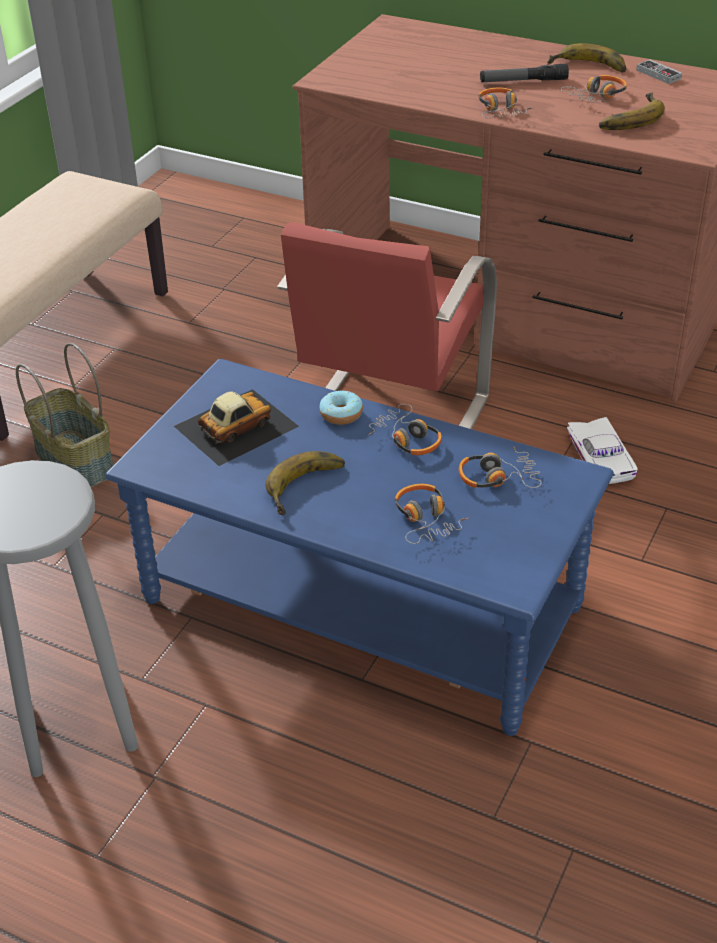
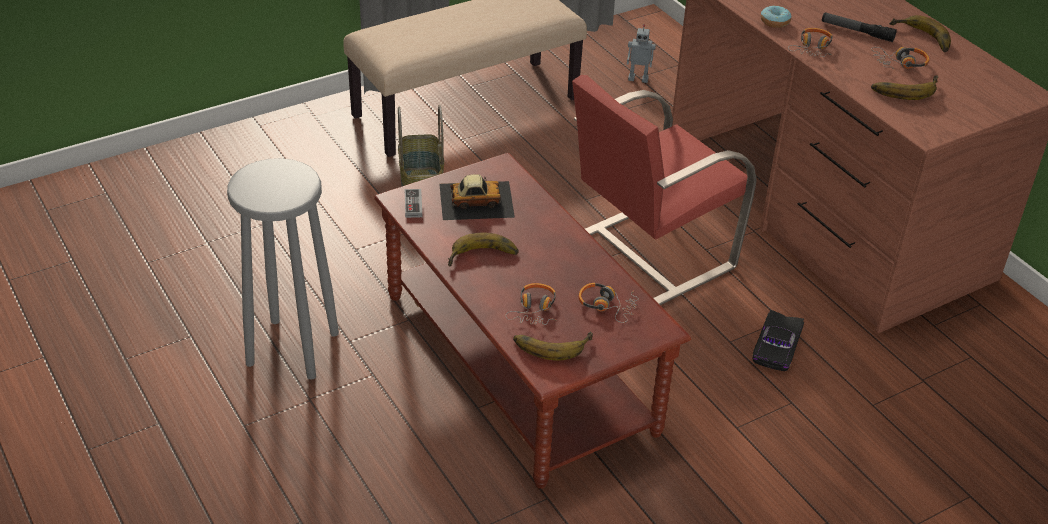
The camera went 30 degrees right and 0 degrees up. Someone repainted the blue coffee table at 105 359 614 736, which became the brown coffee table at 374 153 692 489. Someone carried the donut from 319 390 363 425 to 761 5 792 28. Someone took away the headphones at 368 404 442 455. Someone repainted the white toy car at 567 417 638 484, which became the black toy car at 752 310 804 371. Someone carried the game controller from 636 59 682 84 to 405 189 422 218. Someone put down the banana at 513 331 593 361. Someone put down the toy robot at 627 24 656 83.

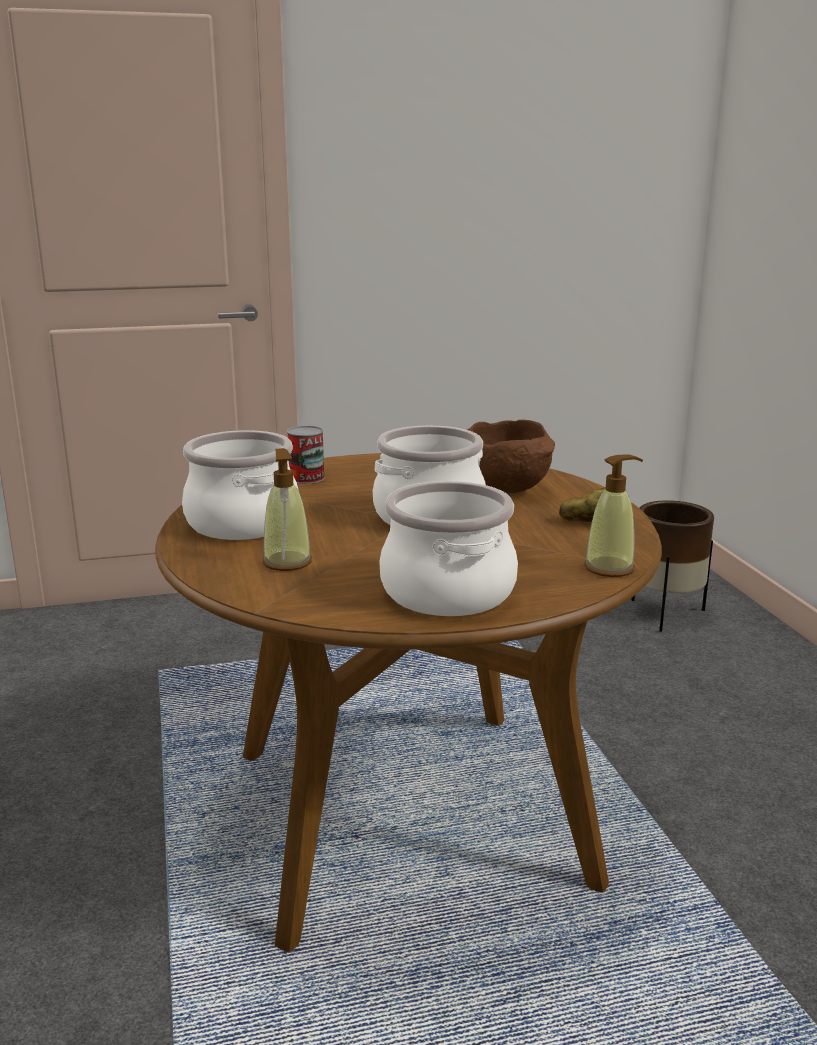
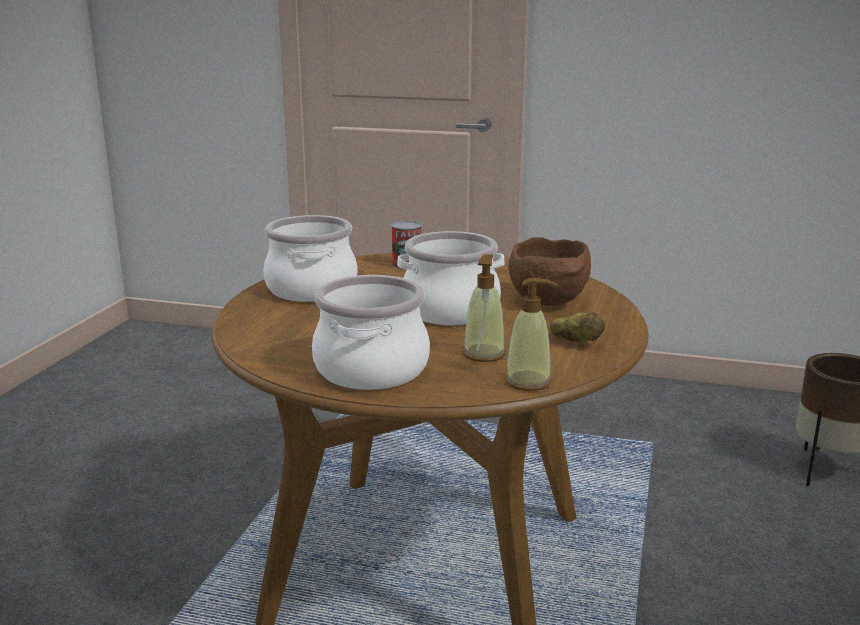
The camera went 30 degrees right and 0 degrees up. Someone carried the soap dispenser from 263 448 312 571 to 463 254 506 362.

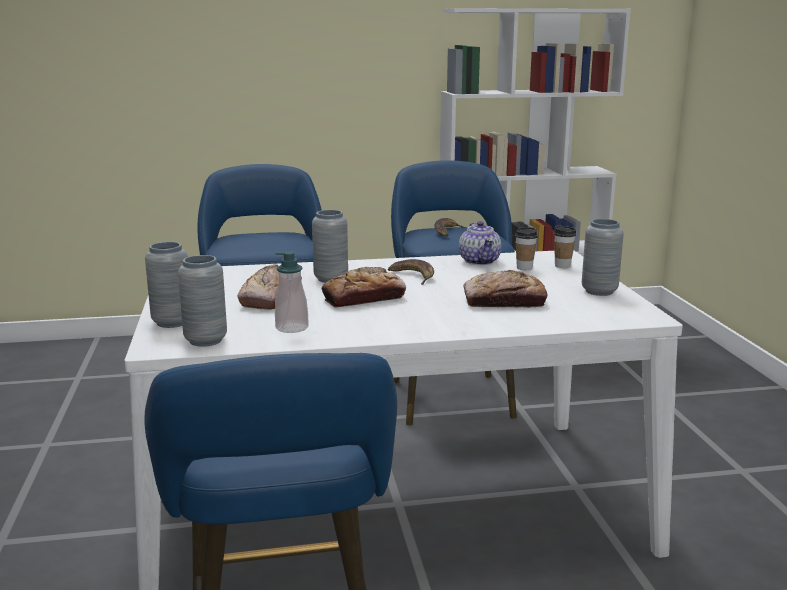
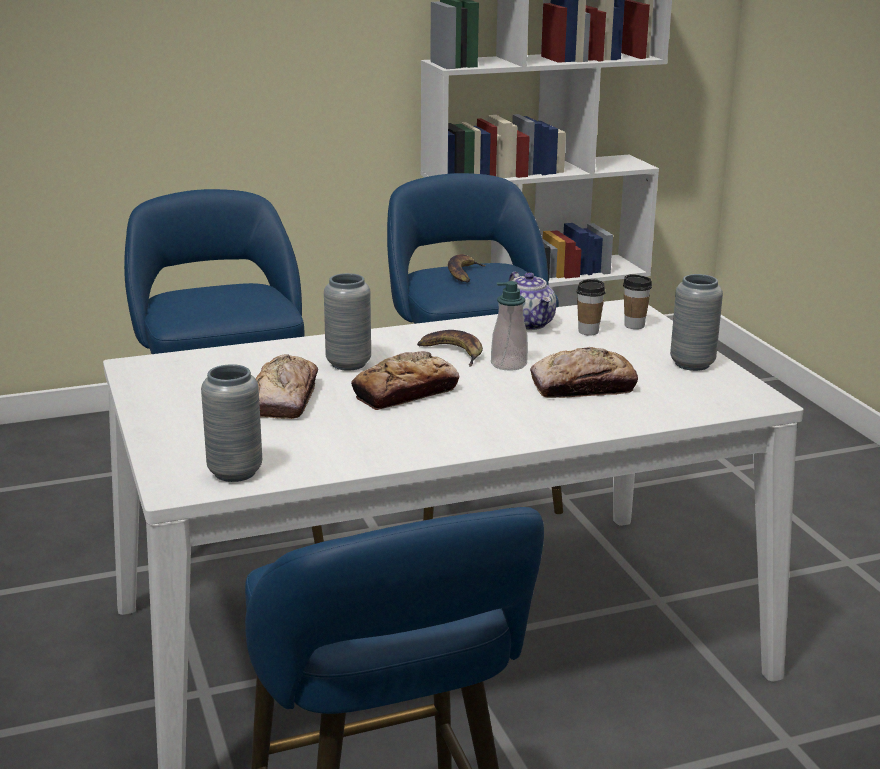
The camera went 10 degrees left and 5 degrees up. Someone took away the grey vase at 145 242 188 328. Someone carried the soap dispenser from 275 251 309 333 to 491 281 528 371.

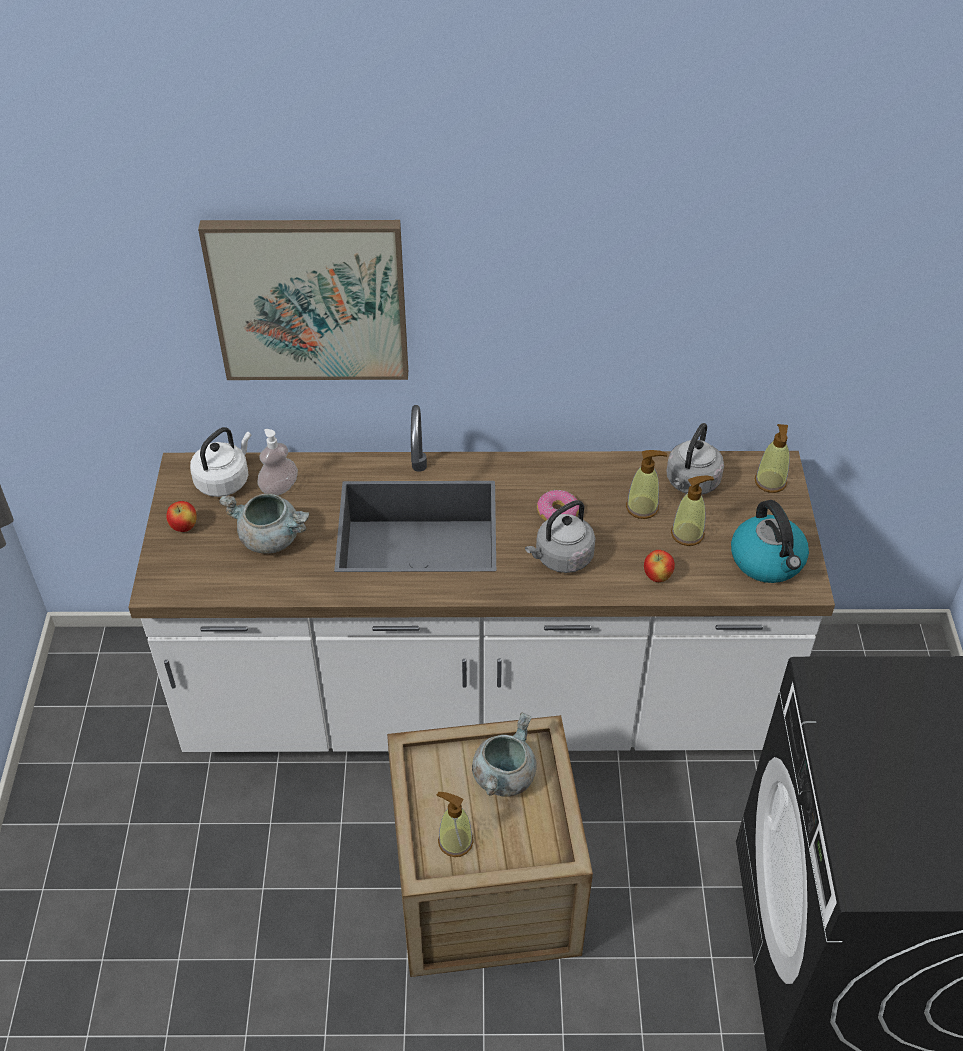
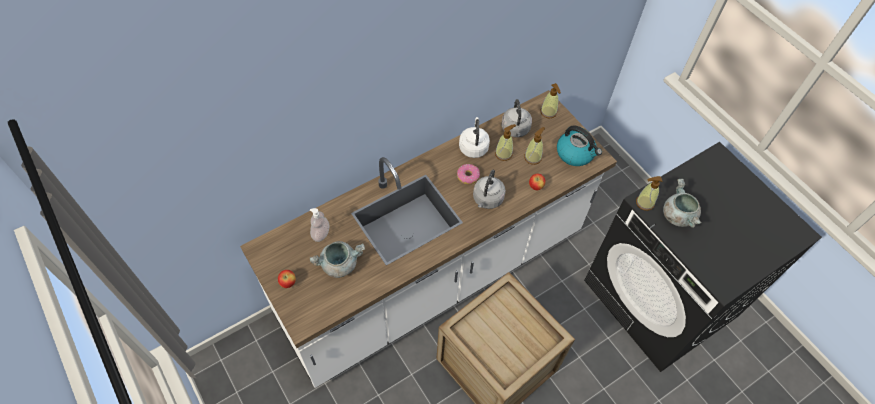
The camera went 35 degrees left and 10 degrees up. Someone carried the white kettle from 190 427 251 497 to 459 117 490 158. Someone took away the picture at 198 220 408 380. Someone carried the soap dispenser from 437 792 473 857 to 636 176 663 211. Someone carried the grey cooking pot from 472 712 536 797 to 663 179 702 228.

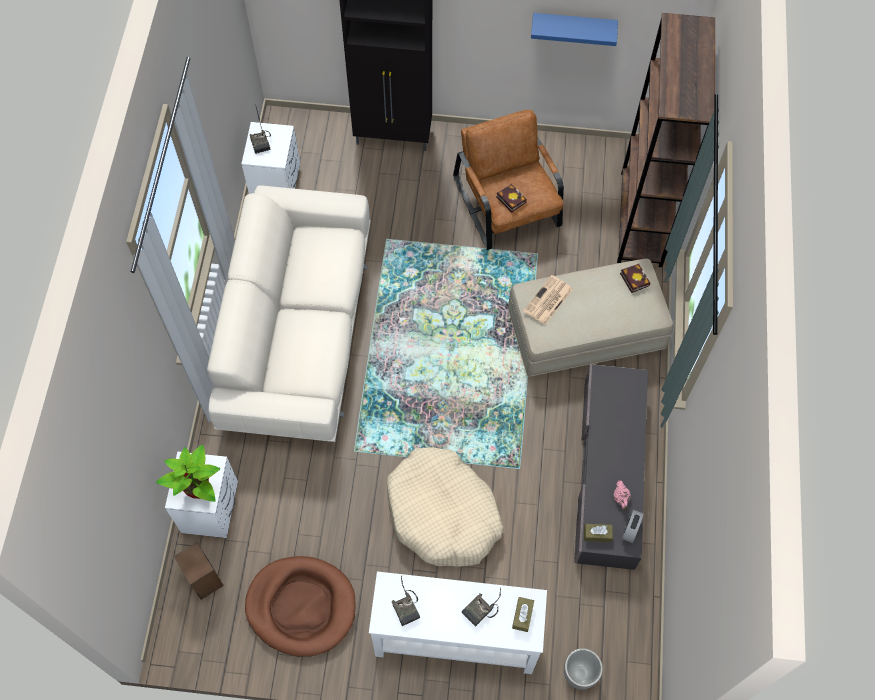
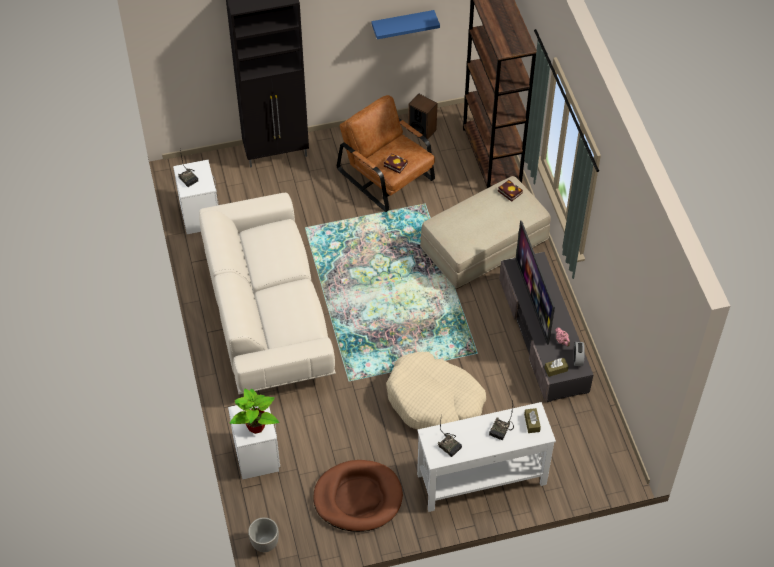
The camera went 20 degrees left and 10 degrees down. Someone carried the speaker from 174 542 224 600 to 408 93 438 139. Someone took away the newspaper at 523 275 573 325. Someone carried the planter from 564 648 603 690 to 248 517 279 552. Someone put down the television at 515 220 555 345.

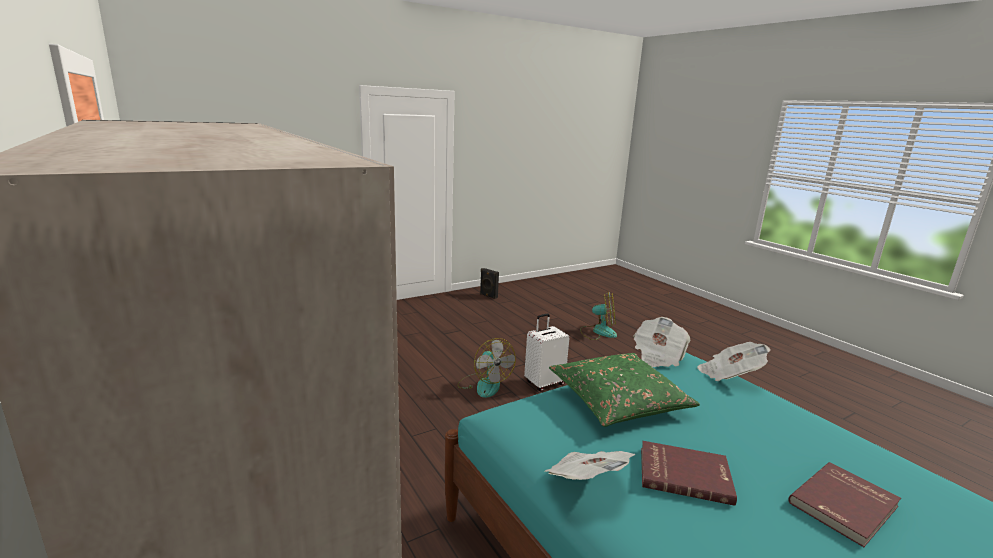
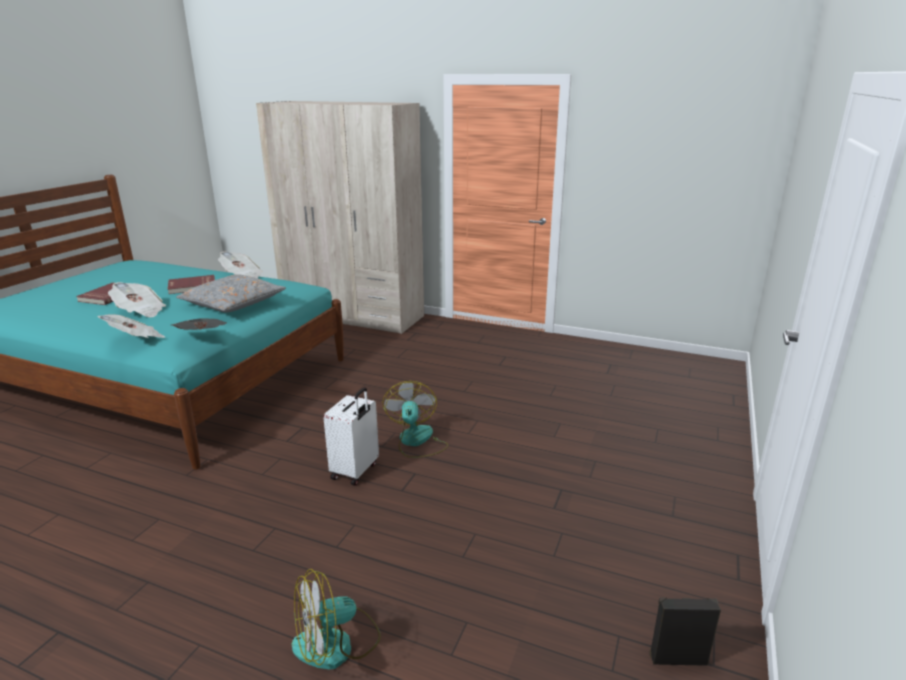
The camera went 145 degrees right and 5 degrees up. Someone rotated the fan at 457 338 516 398 by 60 degrees clockwise. Someone repainted the green pillow at 549 353 700 427, which became the grey pillow at 176 274 286 313. Someone put down the newspaper at 108 282 166 317.

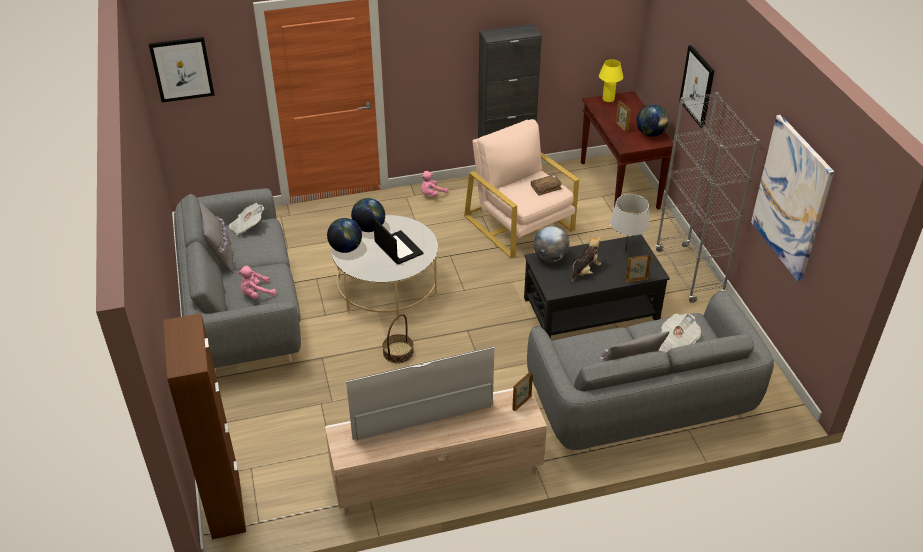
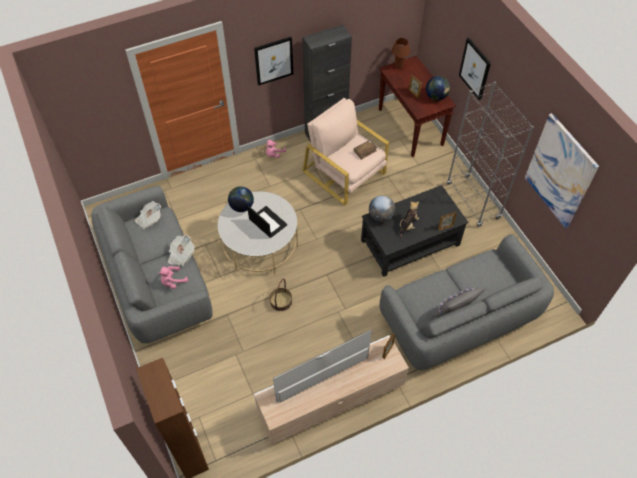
The camera went 10 degrees left and 15 degrees up. Someone carried the picture from 149 37 215 103 to 254 37 293 86. Someone took away the grey pillow at 199 202 234 274. Someone took away the globe at 327 218 362 253. Someone repainted the yellow table lamp at 599 59 623 102, which became the brown table lamp at 392 38 410 69. Someone took away the grey table lamp at 610 194 650 248. Someone carried the newspaper from 659 314 701 352 to 168 235 195 266.

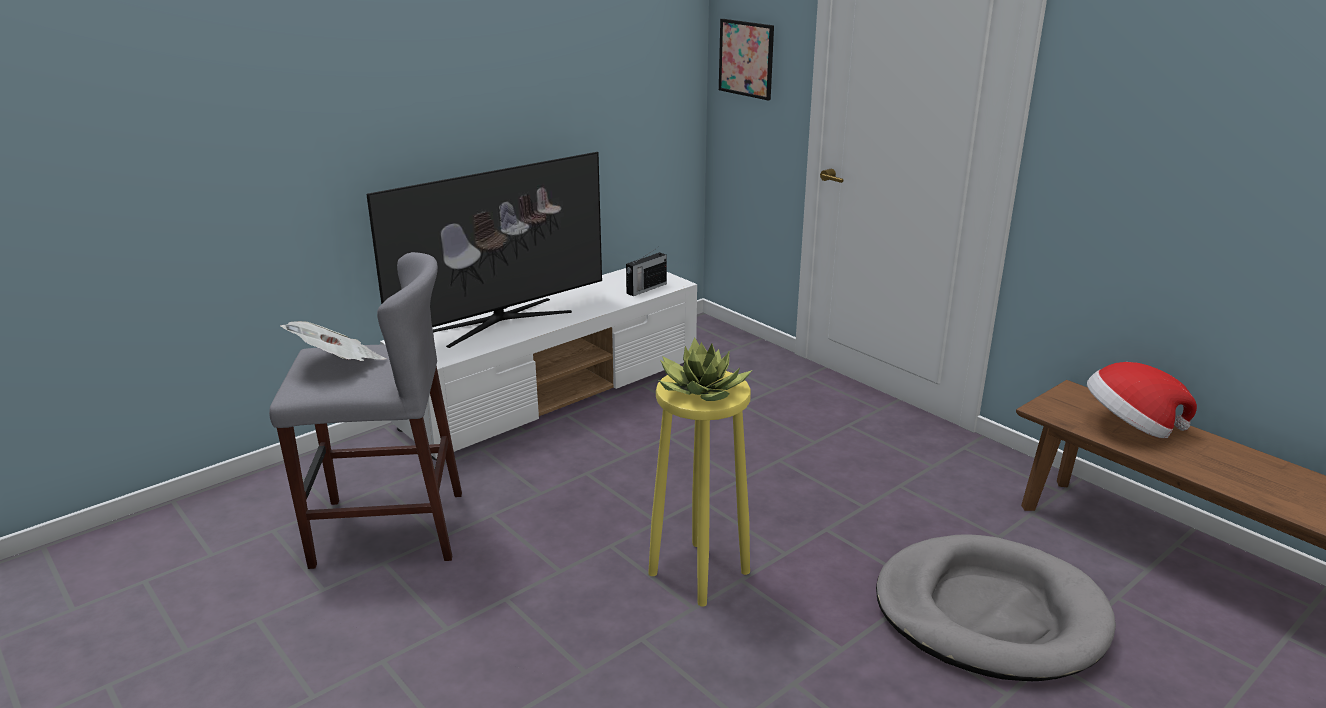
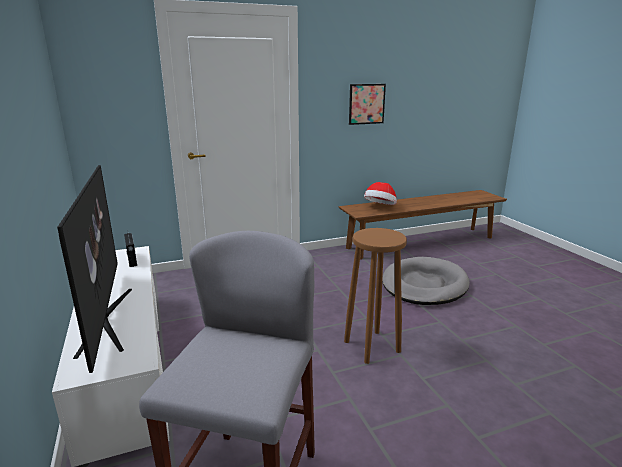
The camera went 70 degrees left and 5 degrees down. Someone took away the newspaper at 280 321 387 361. Someone repainted the yellow stool at 648 371 751 607, which became the brown stool at 344 228 407 364. Someone took away the potted plant at 659 337 752 401. Someone carried the picture from 719 19 774 100 to 349 84 386 125.

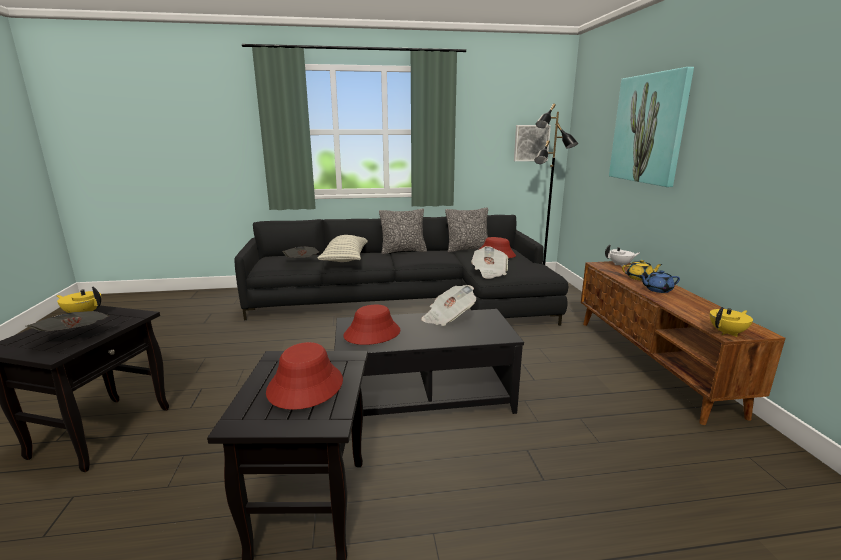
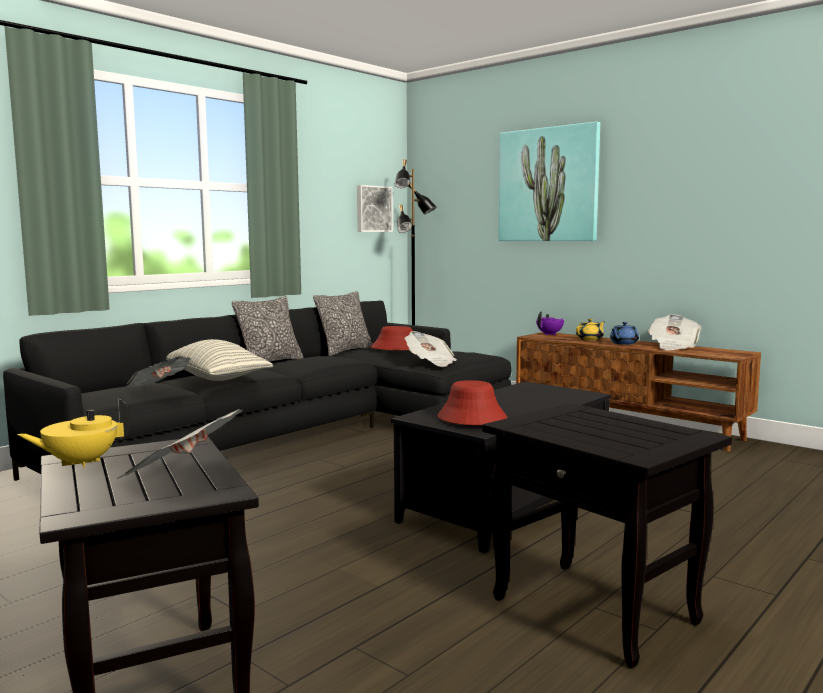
The camera went 40 degrees left and 10 degrees down. Someone took away the red hat at 266 342 343 410. Someone carried the newspaper from 421 285 476 326 to 648 314 701 351. Someone repainted the white teapot at 605 245 639 266, which became the purple teapot at 536 311 564 335. Someone took away the yellow teapot at 710 307 753 337.

